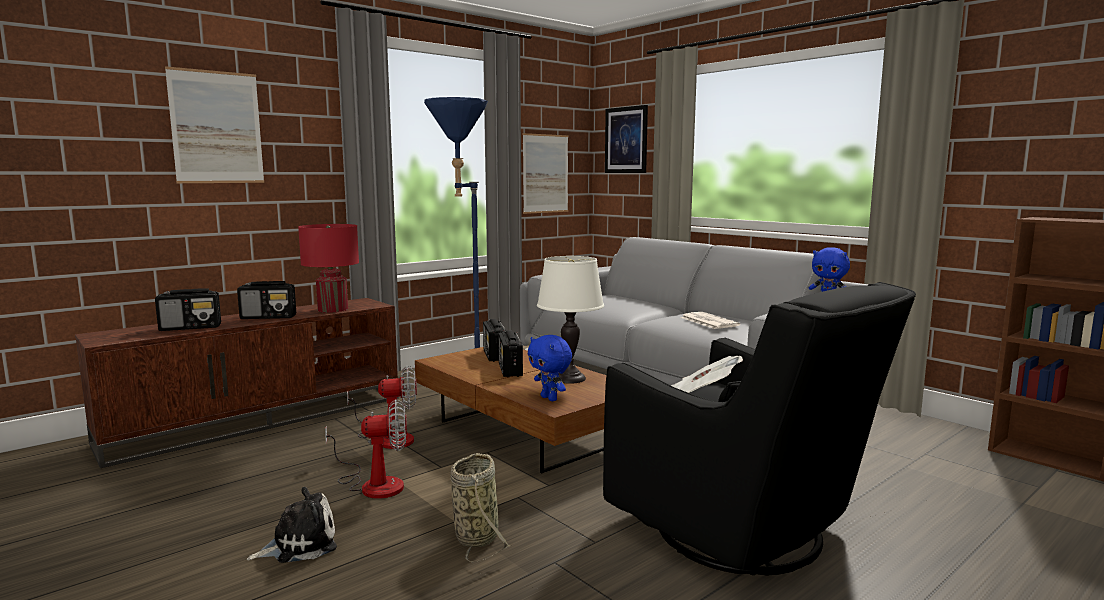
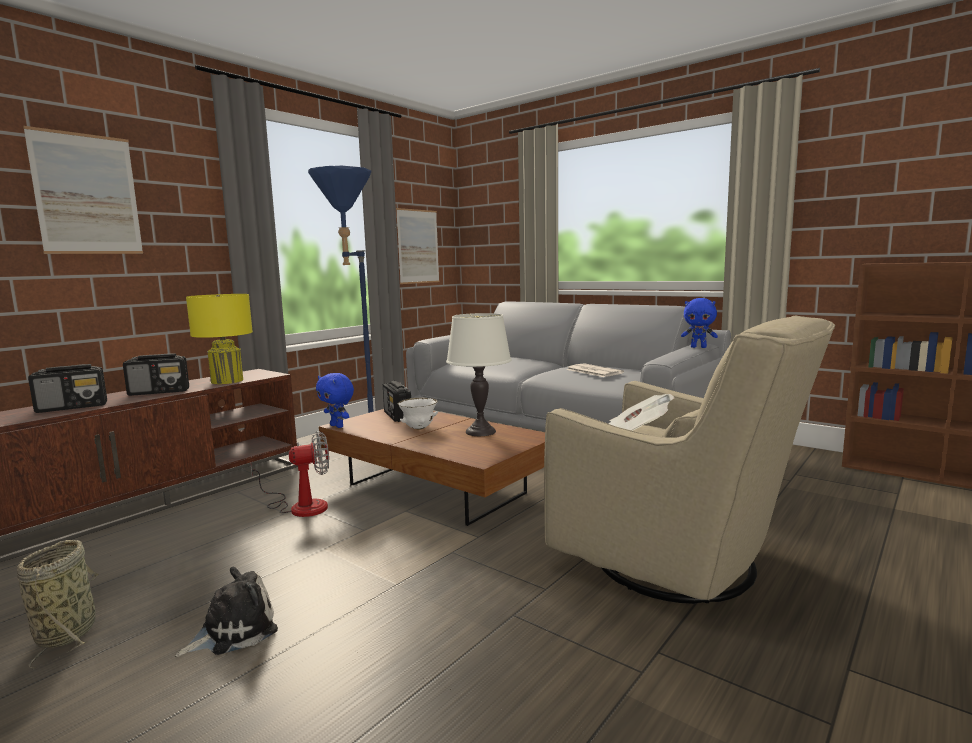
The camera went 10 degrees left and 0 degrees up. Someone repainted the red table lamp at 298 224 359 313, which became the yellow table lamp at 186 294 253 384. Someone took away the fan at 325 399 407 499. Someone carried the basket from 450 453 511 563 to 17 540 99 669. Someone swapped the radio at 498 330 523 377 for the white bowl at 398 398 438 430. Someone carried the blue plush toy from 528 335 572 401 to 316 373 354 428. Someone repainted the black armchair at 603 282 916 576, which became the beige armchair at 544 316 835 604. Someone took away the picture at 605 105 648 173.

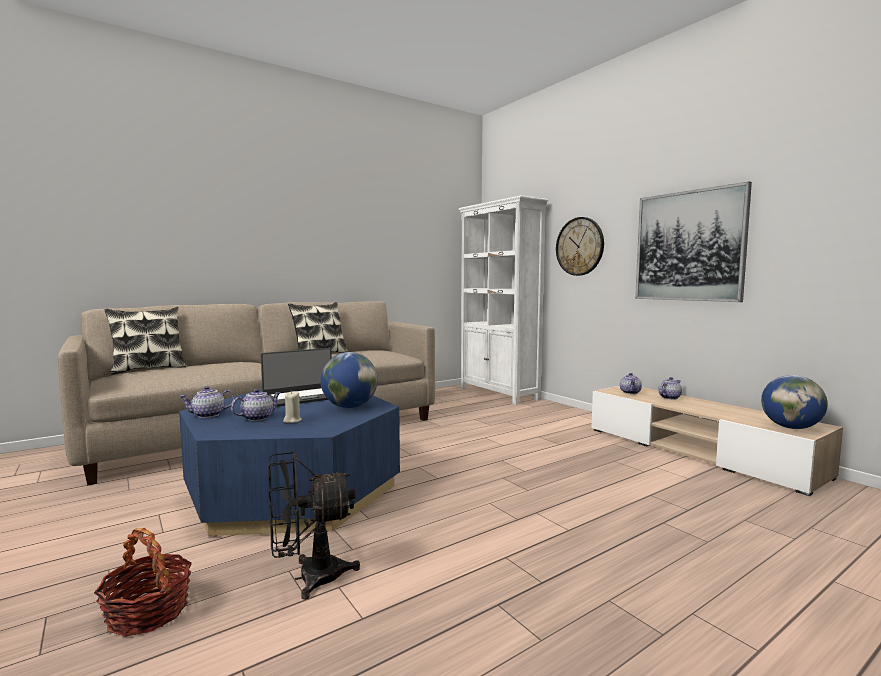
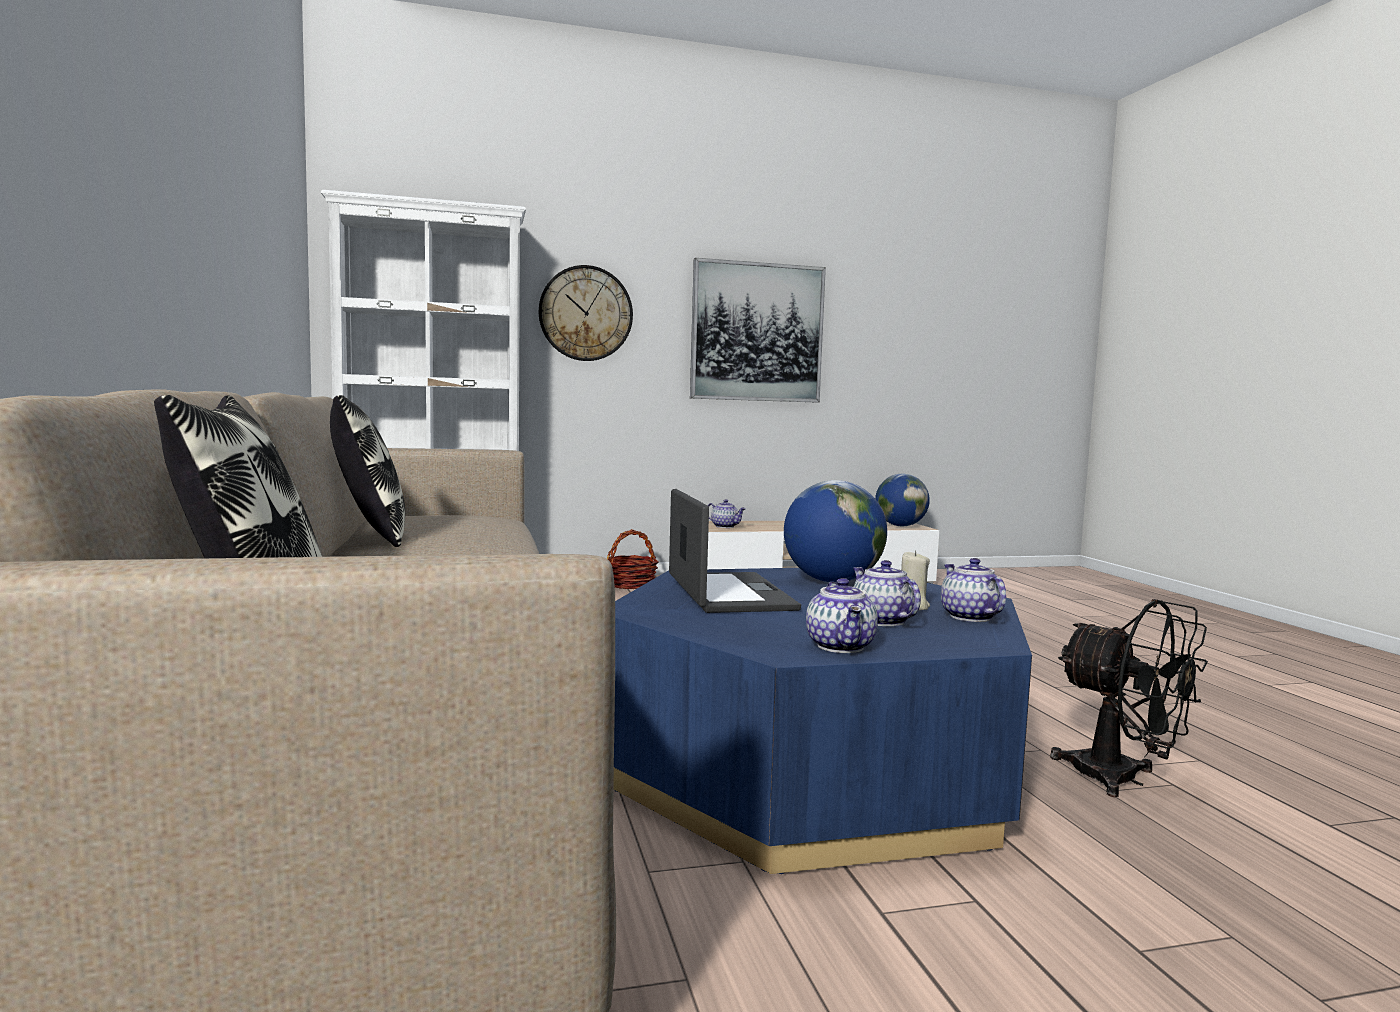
The camera went 70 degrees left and 0 degrees up. Someone carried the basket from 94 528 192 637 to 607 529 658 589. Someone rotated the black fan at 268 451 360 600 by 45 degrees counterclockwise. Someone carried the teapot from 659 377 682 399 to 941 558 1006 622.

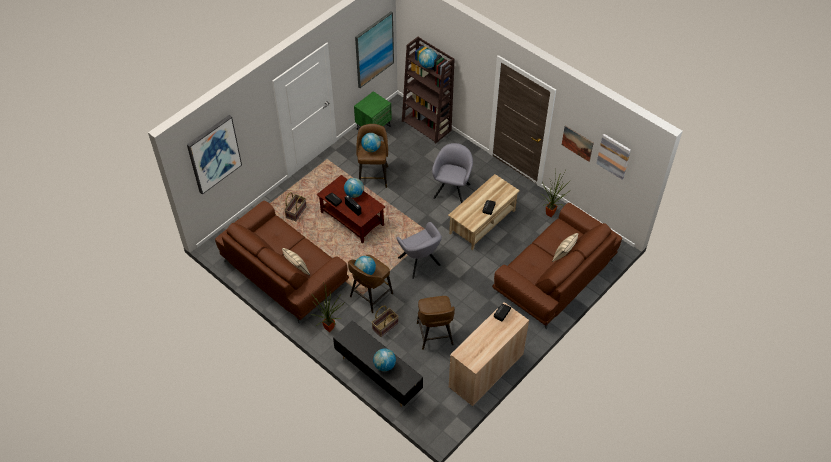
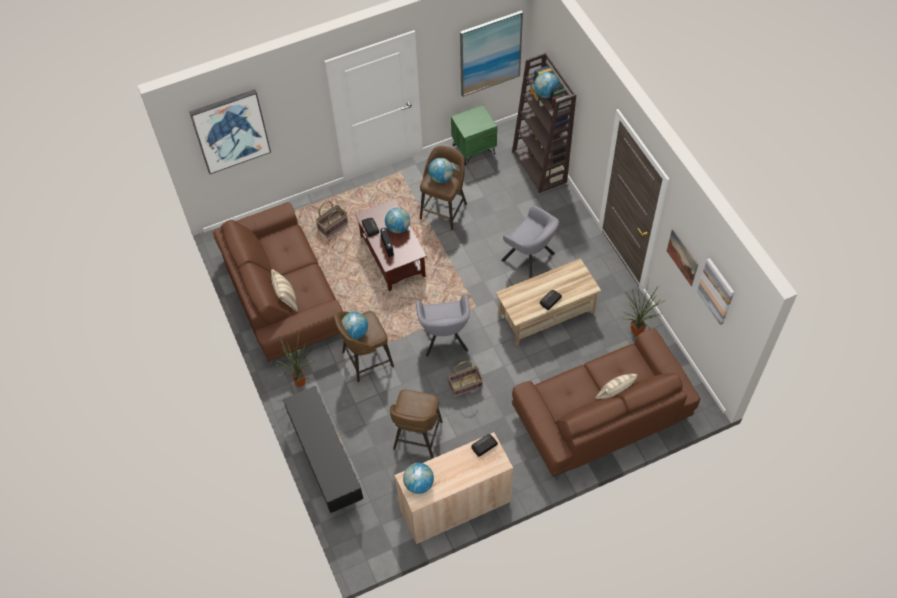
The camera went 25 degrees right and 5 degrees up. Someone carried the basket from 372 306 398 337 to 448 361 483 397. Someone carried the globe from 373 349 396 371 to 403 463 434 494. Someone rotated the grey armchair at 432 143 473 203 by 90 degrees clockwise.

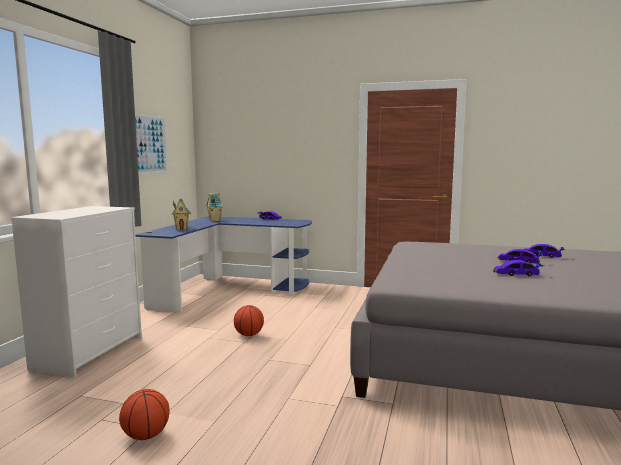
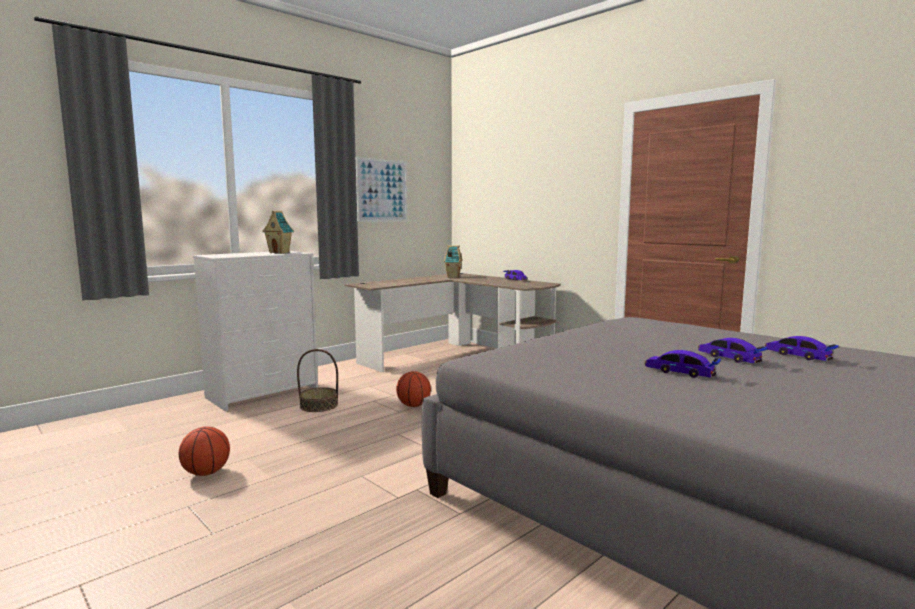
The camera went 30 degrees right and 0 degrees up. Someone repainted the blue desk at 136 216 312 313, which became the brown desk at 345 273 561 373. Someone carried the toy house from 172 197 191 230 to 262 211 294 254. Someone put down the basket at 297 349 338 412.

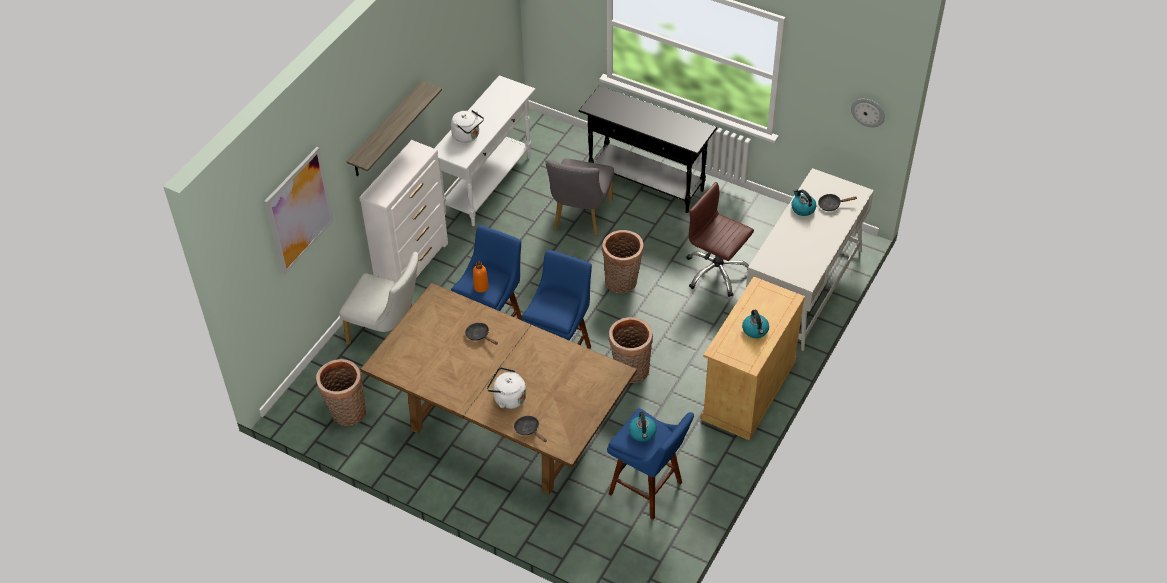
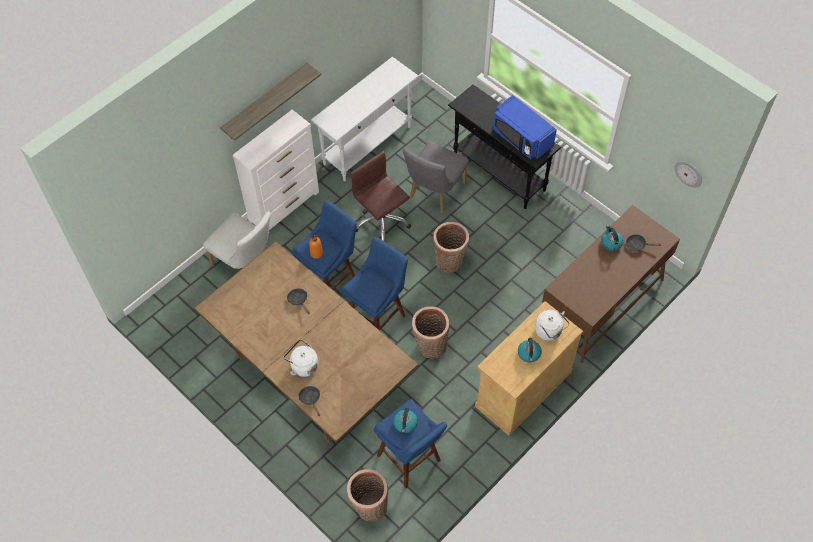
The camera went 15 degrees right and 10 degrees up. Someone took away the picture at 264 147 334 275. Someone carried the basket from 316 359 366 426 to 347 469 388 521. Someone carried the white kettle from 451 110 484 143 to 535 310 570 341. Someone carried the brown office chair from 686 182 754 297 to 350 151 411 242. Someone repainted the white desk at 746 168 874 351, which became the brown desk at 542 205 680 363. Someone put down the blue microwave at 493 95 557 160.

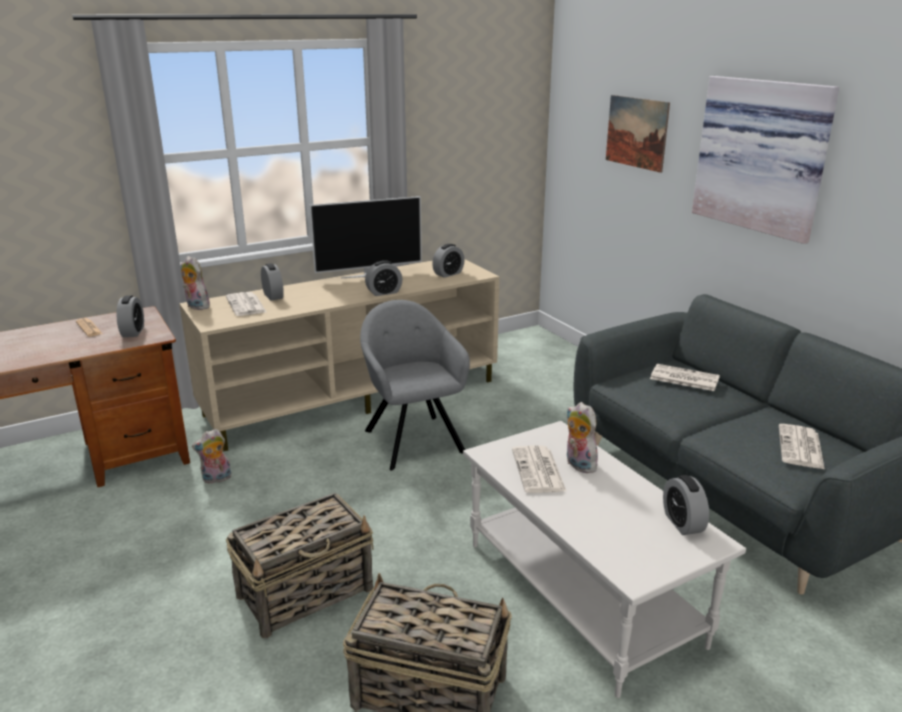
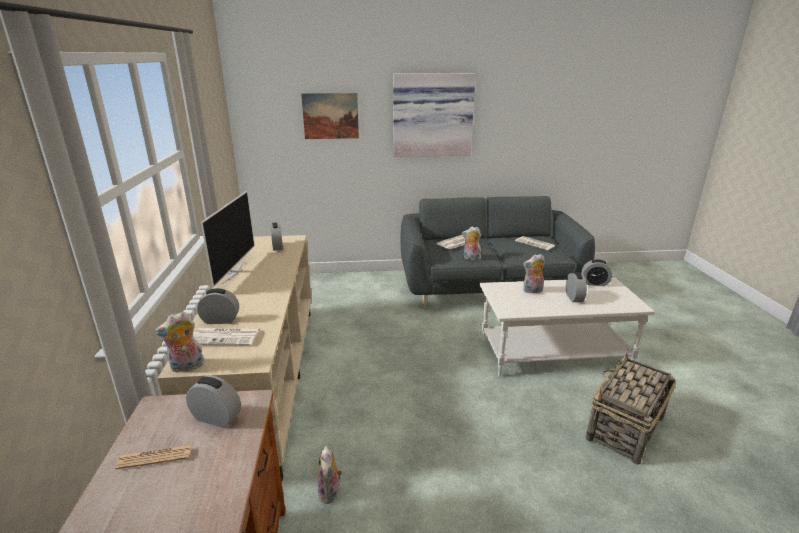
The camera went 65 degrees left and 0 degrees up. Someone took away the basket at 226 493 373 638. Someone took away the grey armchair at 360 300 470 470. Someone carried the alarm clock from 365 260 403 296 to 566 272 587 302. Someone took away the newspaper at 512 445 566 493. Someone put down the plush toy at 462 227 481 260.

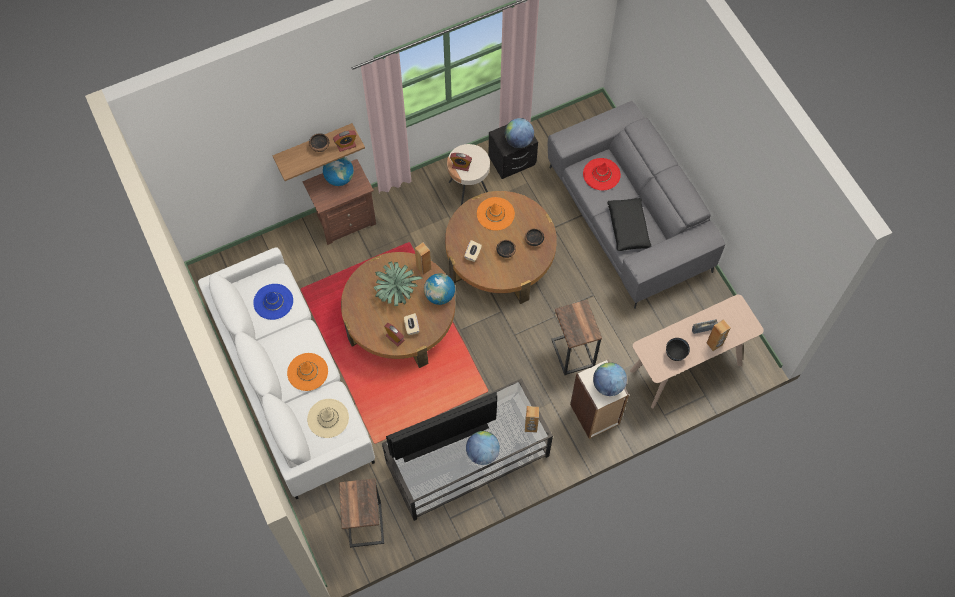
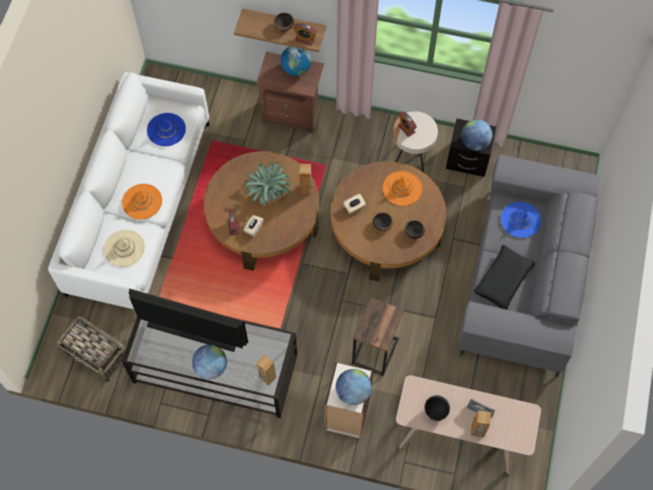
The camera went 40 degrees right and 0 degrees up. Someone swapped the side table at 339 479 384 548 for the basket at 57 316 125 383. Someone took away the globe at 424 273 455 305. Someone repainted the red hat at 583 158 621 190, which became the blue hat at 501 202 541 238.

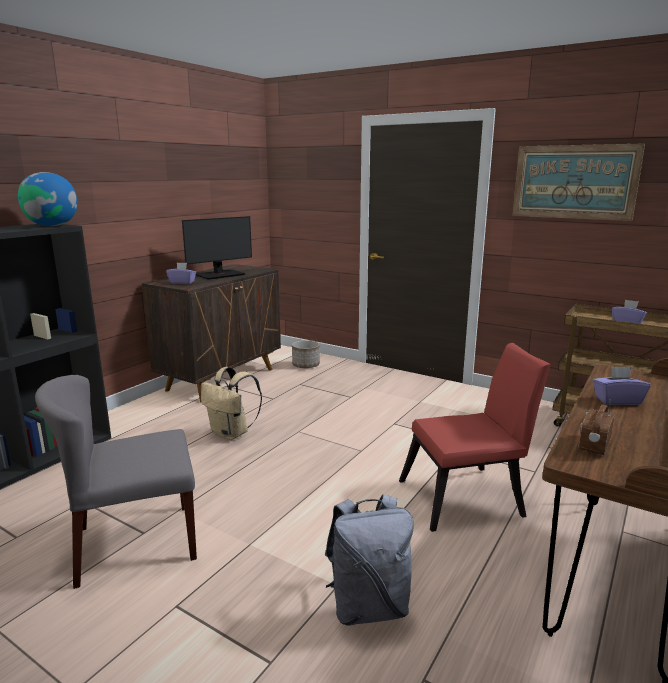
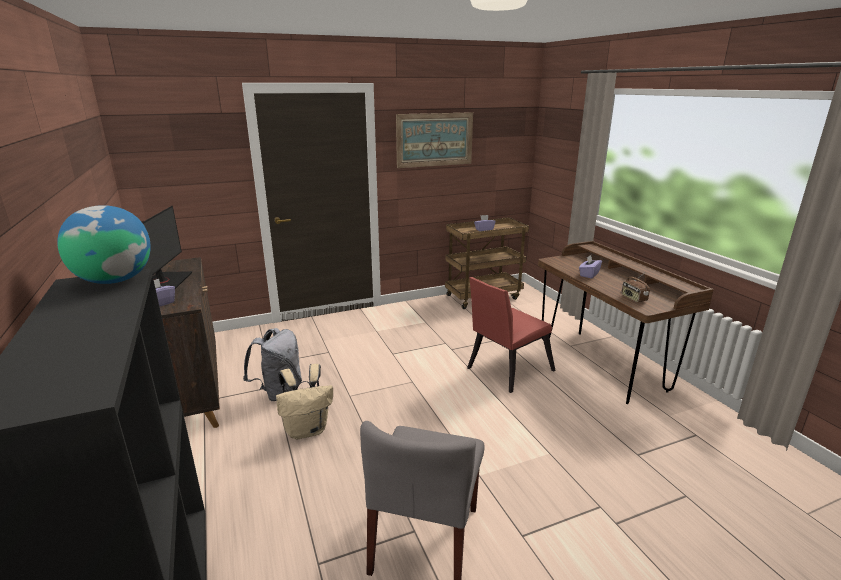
The camera went 55 degrees left and 5 degrees up. Someone took away the planter at 292 340 320 368. Someone carried the grey backpack from 325 494 414 626 to 243 328 302 401. Someone rotated the red chair at 399 343 551 532 by 150 degrees counterclockwise.

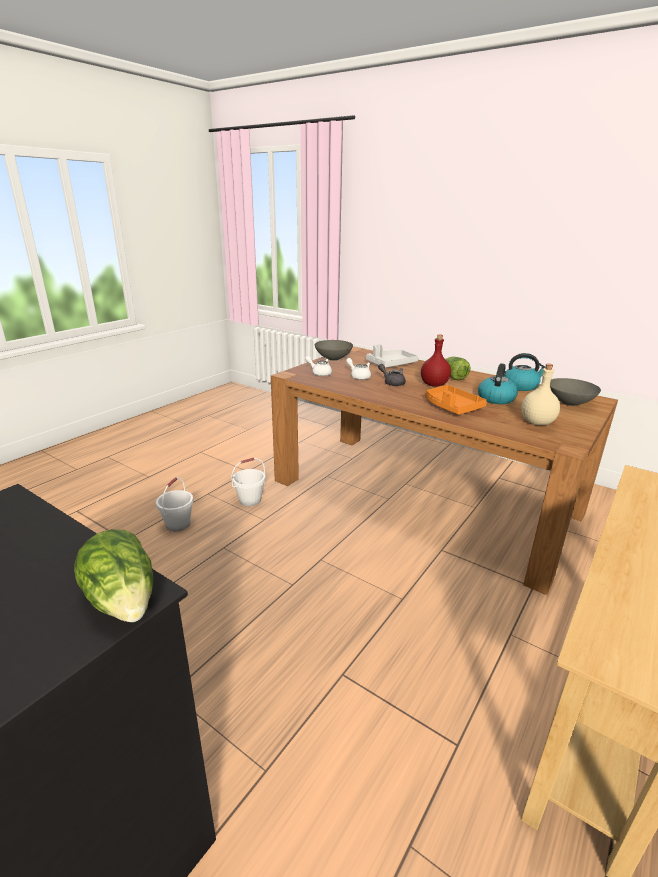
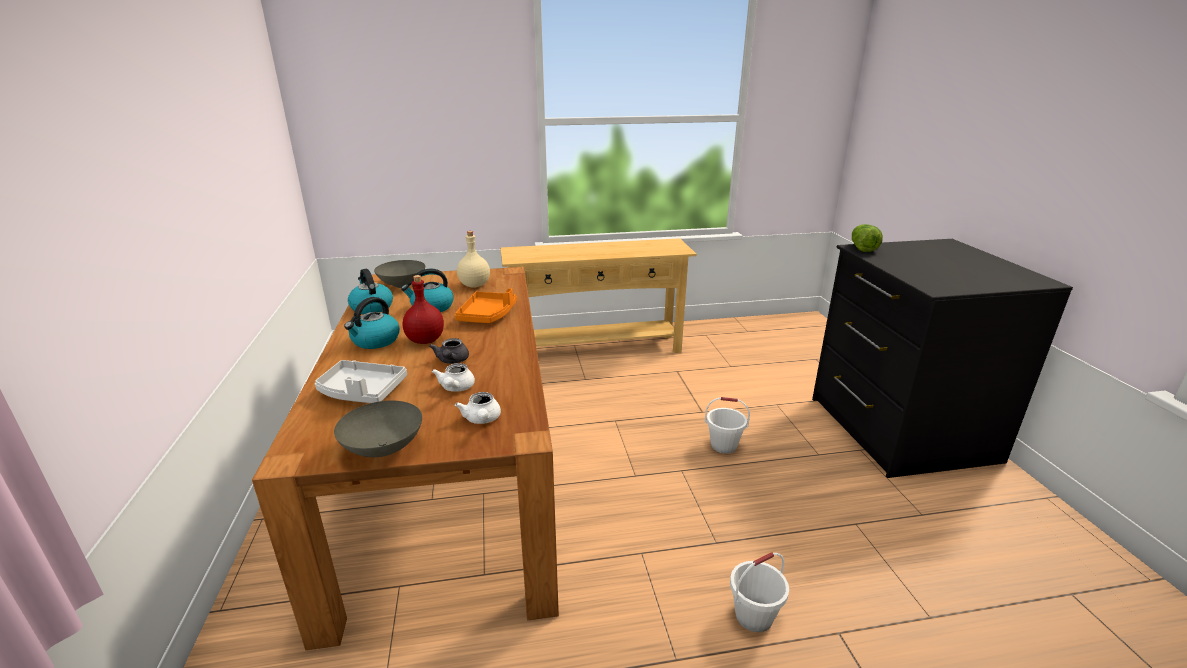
The camera went 135 degrees left and 0 degrees up. Someone carried the white bucket from 232 458 265 506 to 705 397 750 454. Someone swapped the lettuce at 445 357 470 380 for the kettle at 344 297 400 349.

